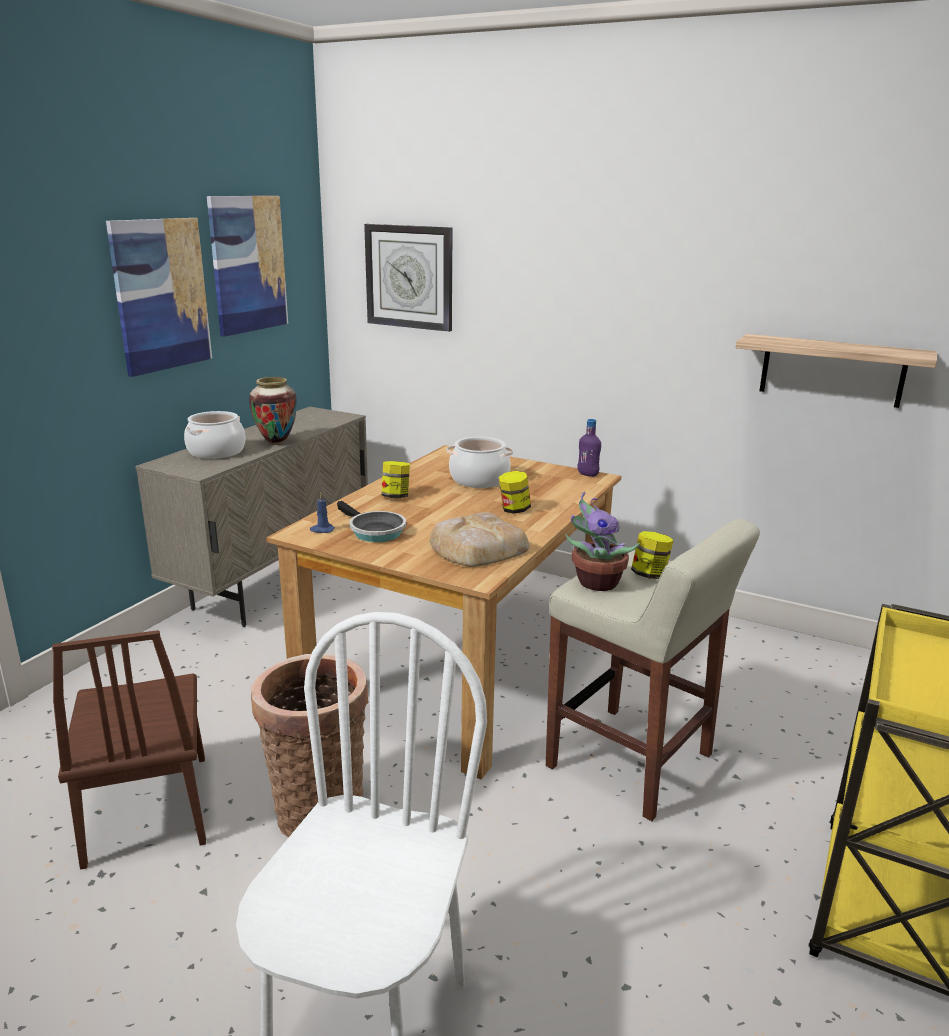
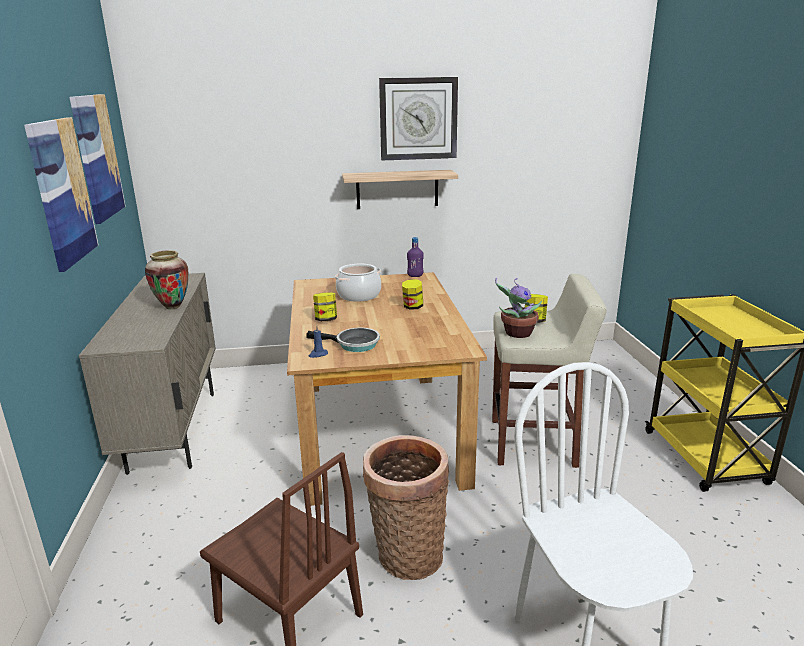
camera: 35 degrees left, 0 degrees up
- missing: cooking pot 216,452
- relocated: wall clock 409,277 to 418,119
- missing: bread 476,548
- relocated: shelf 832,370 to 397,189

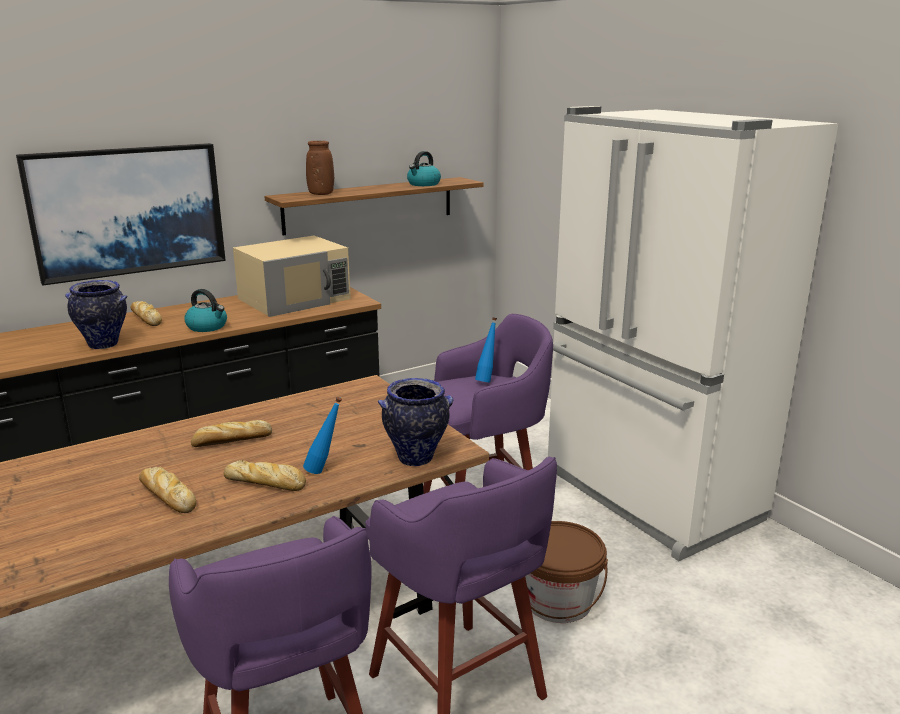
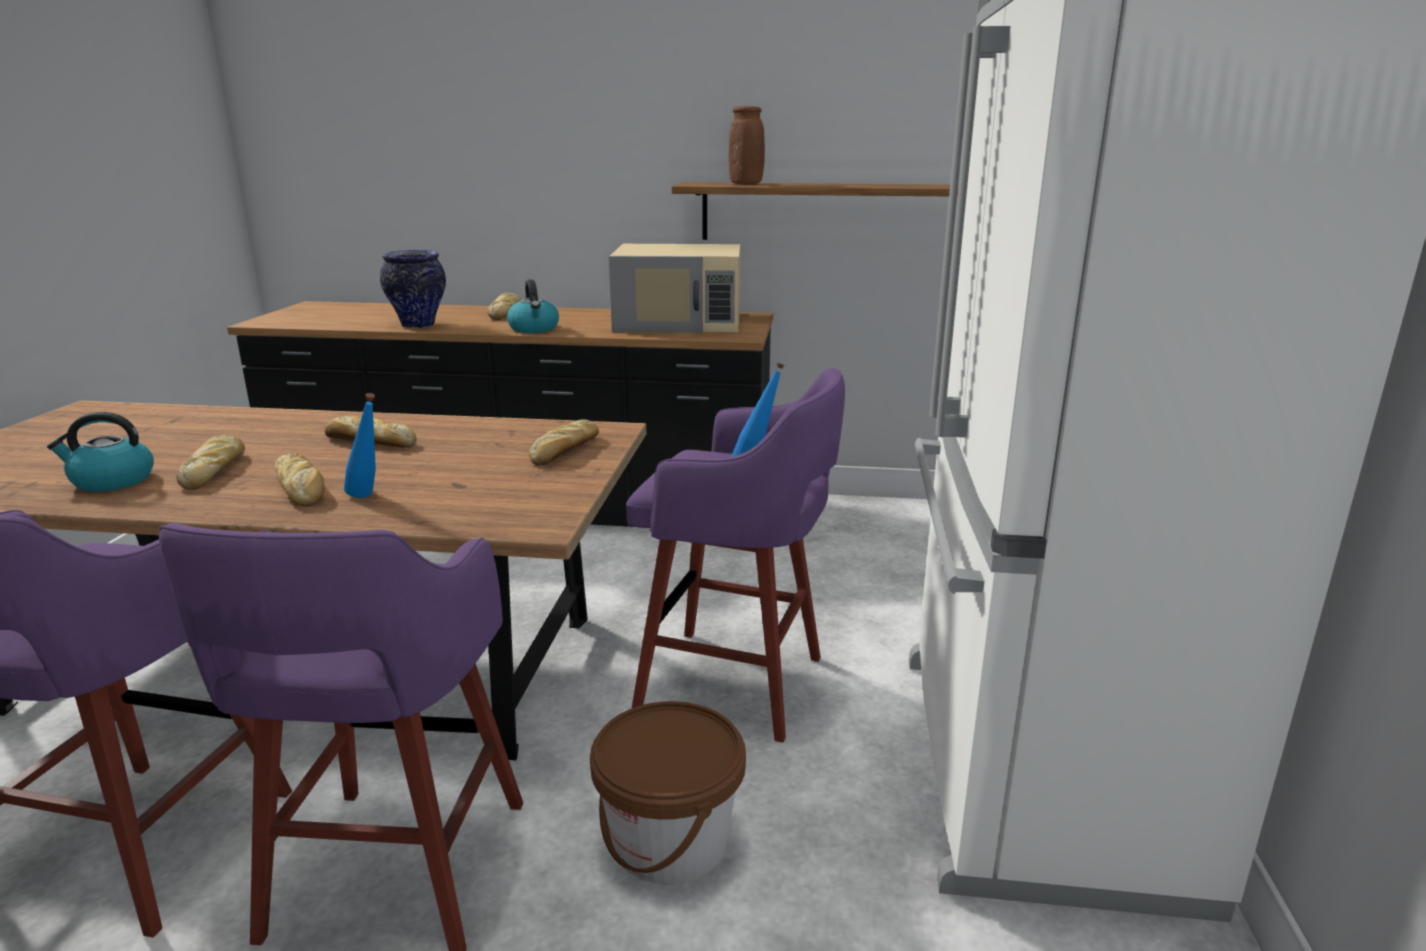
camera: 40 degrees right, 0 degrees up
- missing: picture 127,211
- missing: vase 416,458
- relocated: kettle 423,184 to 111,481
- appeared: bread 565,451

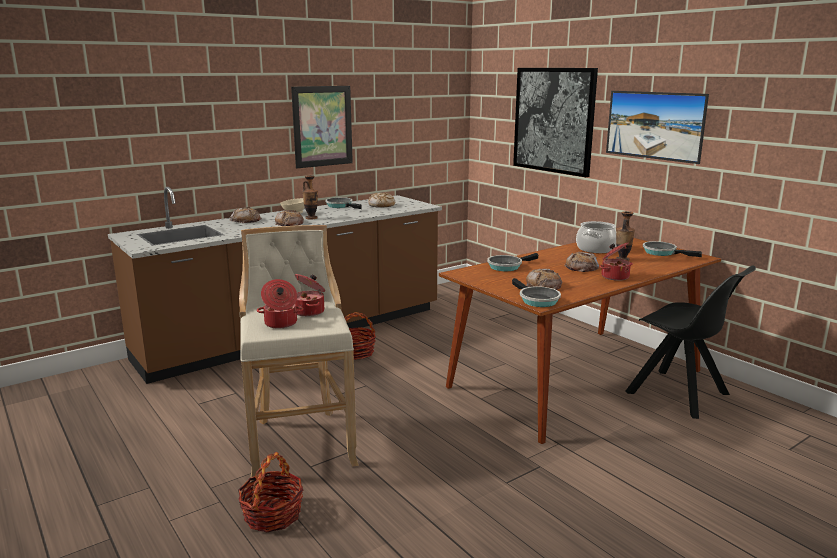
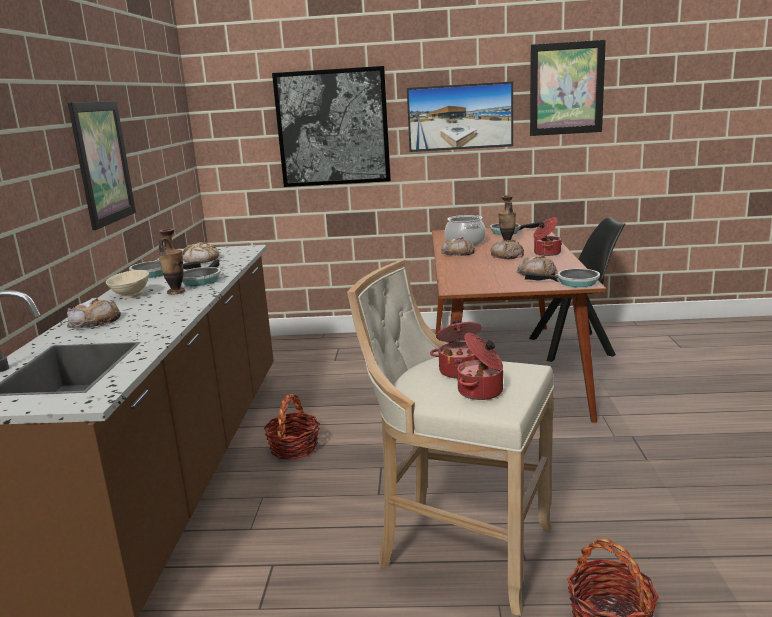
camera: 50 degrees left, 0 degrees up
- relocated: bread 289,223 to 458,253
- relocated: frying pan 506,266 to 201,280
- appeared: picture 566,88

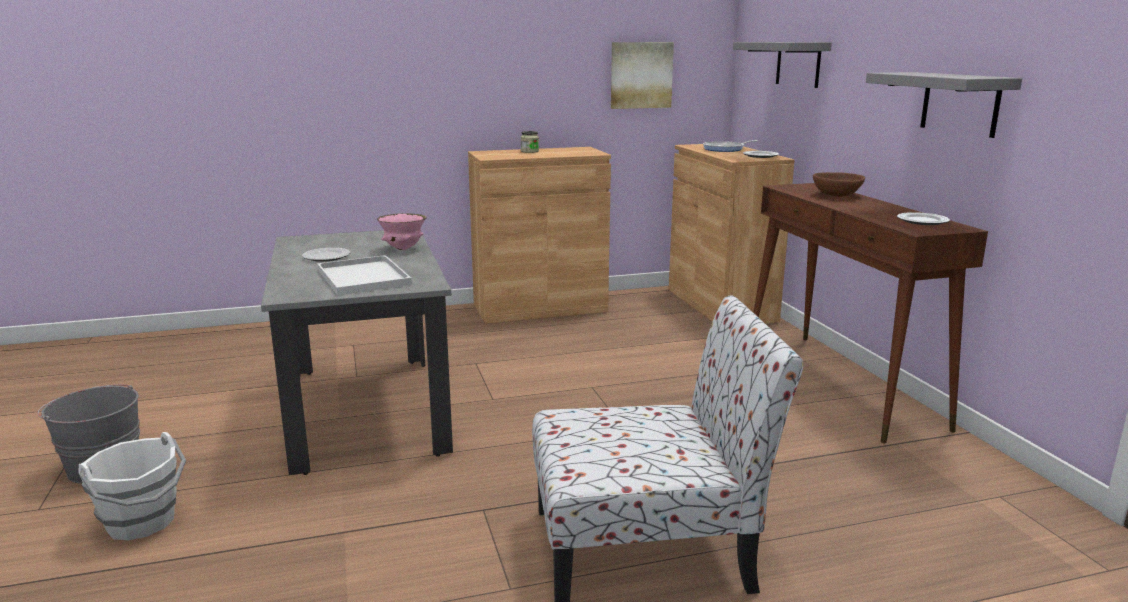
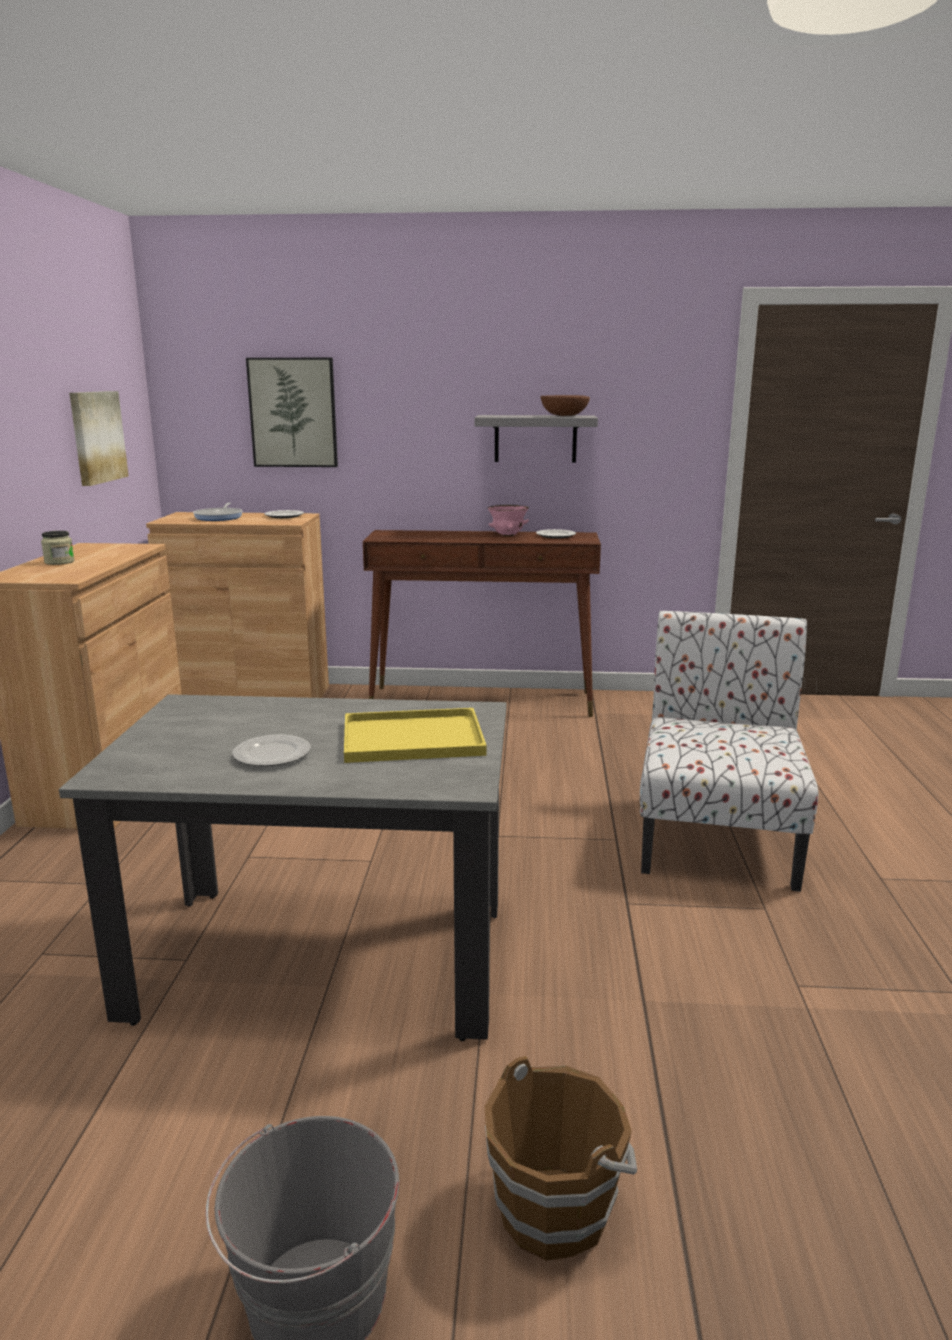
camera: 70 degrees left, 0 degrees up
- colour: white bucket 142,522 to brown bucket 556,1209
- colour: white tray 361,276 to yellow tray 410,739
- relocated: pink bowl 403,249 to 508,535
- exchanged: grey shelf 798,64 to picture 293,413
- relocated: brown bowl 837,195 to 564,415

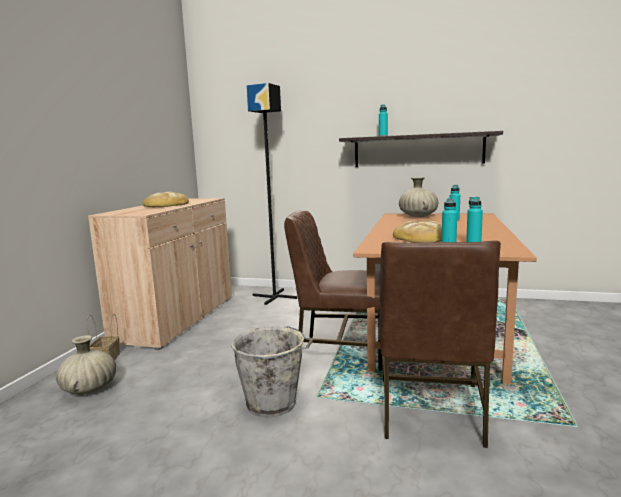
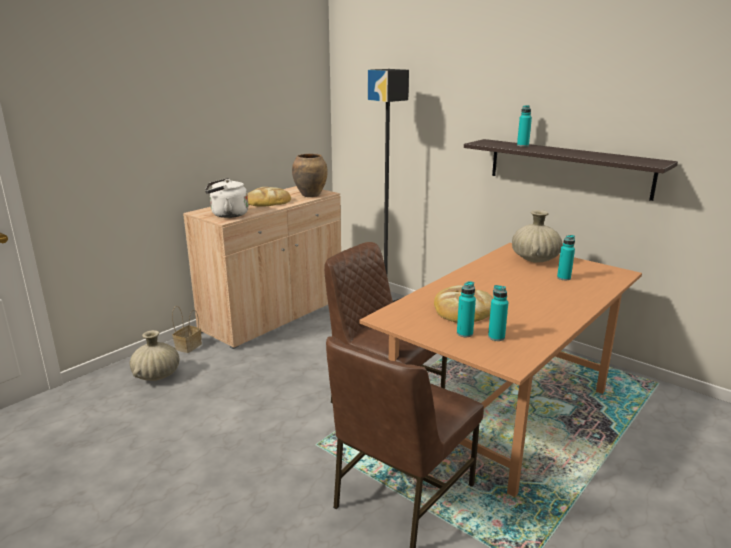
camera: 25 degrees right, 10 degrees up
- missing: grey bucket 273,404
- appeared: white kettle 227,215
- appeared: brown vase 311,195

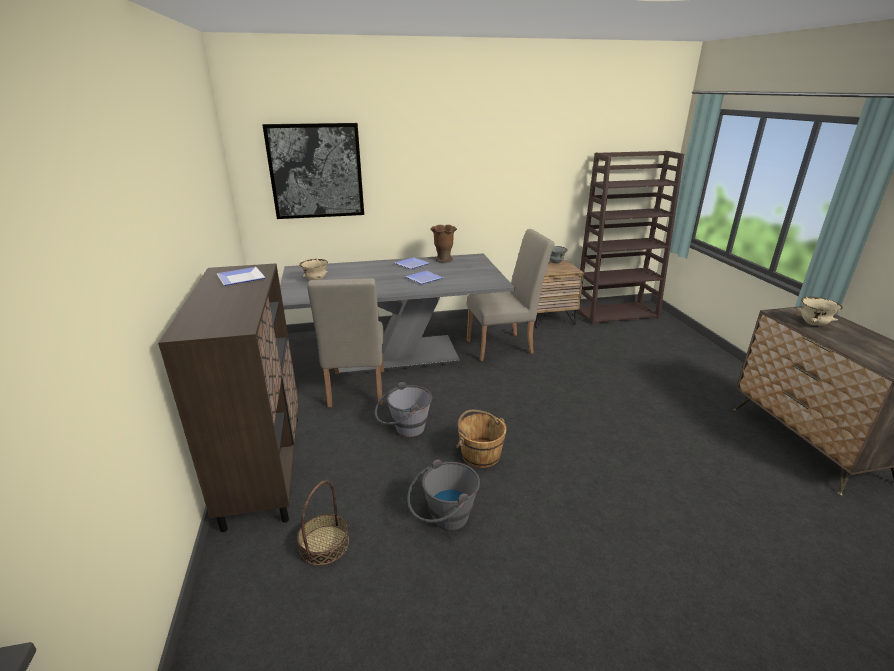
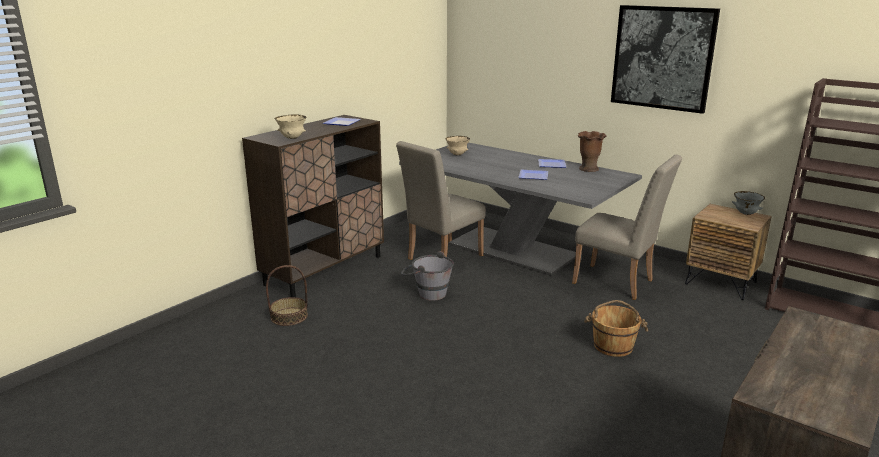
camera: 50 degrees right, 5 degrees down
- relocated: picture 316,171 to 662,58
- missing: grey bucket 443,519
- relocated: brown bucket 480,454 to 613,345
- relocated: beige bowl 813,324 to 292,138

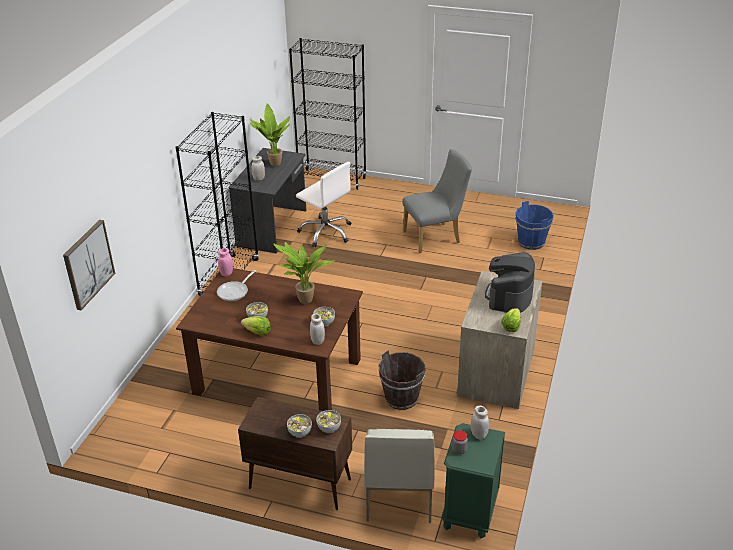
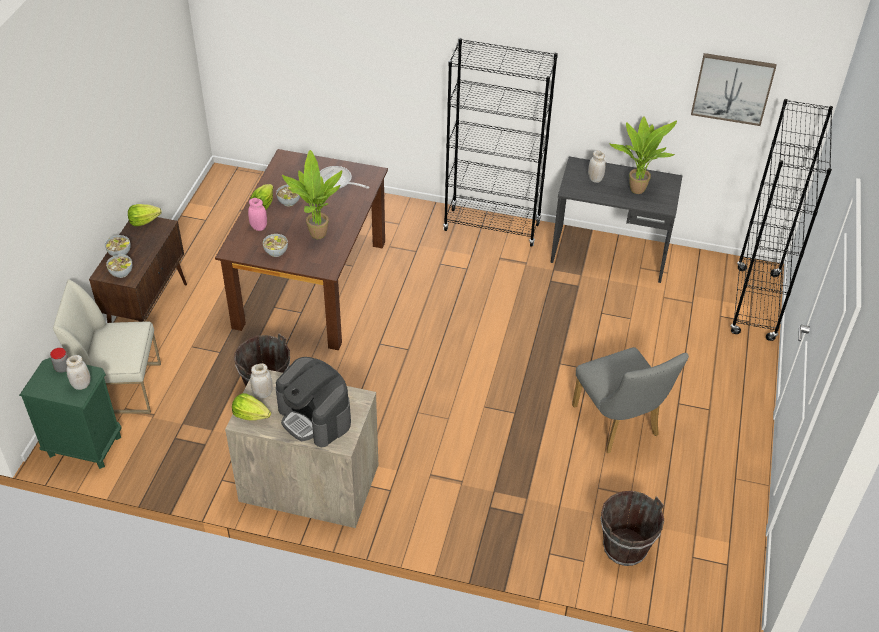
camera: 85 degrees right, 10 degrees up
- relocated: picture 88,264 to 732,88
- relocated: pink jar 226,273 to 258,227
- missing: white office chair 326,232
- relocated: white jar 317,341 to 262,393
- spun: coffee machine 509,296 = 315,417 150 degrees counterclockwise
- colour: blue bucket 531,242 to brown bucket 625,547
- appeared: lettuce 144,221

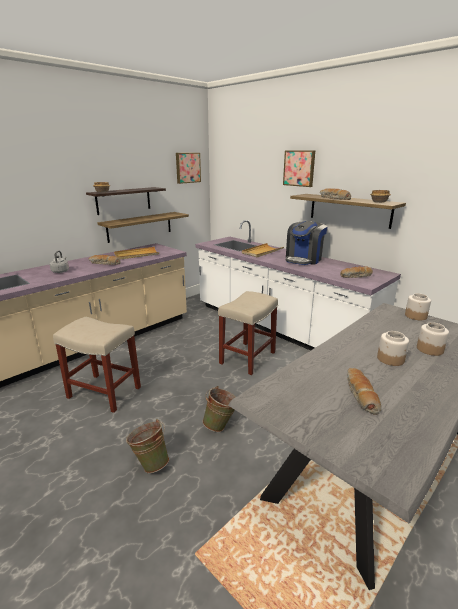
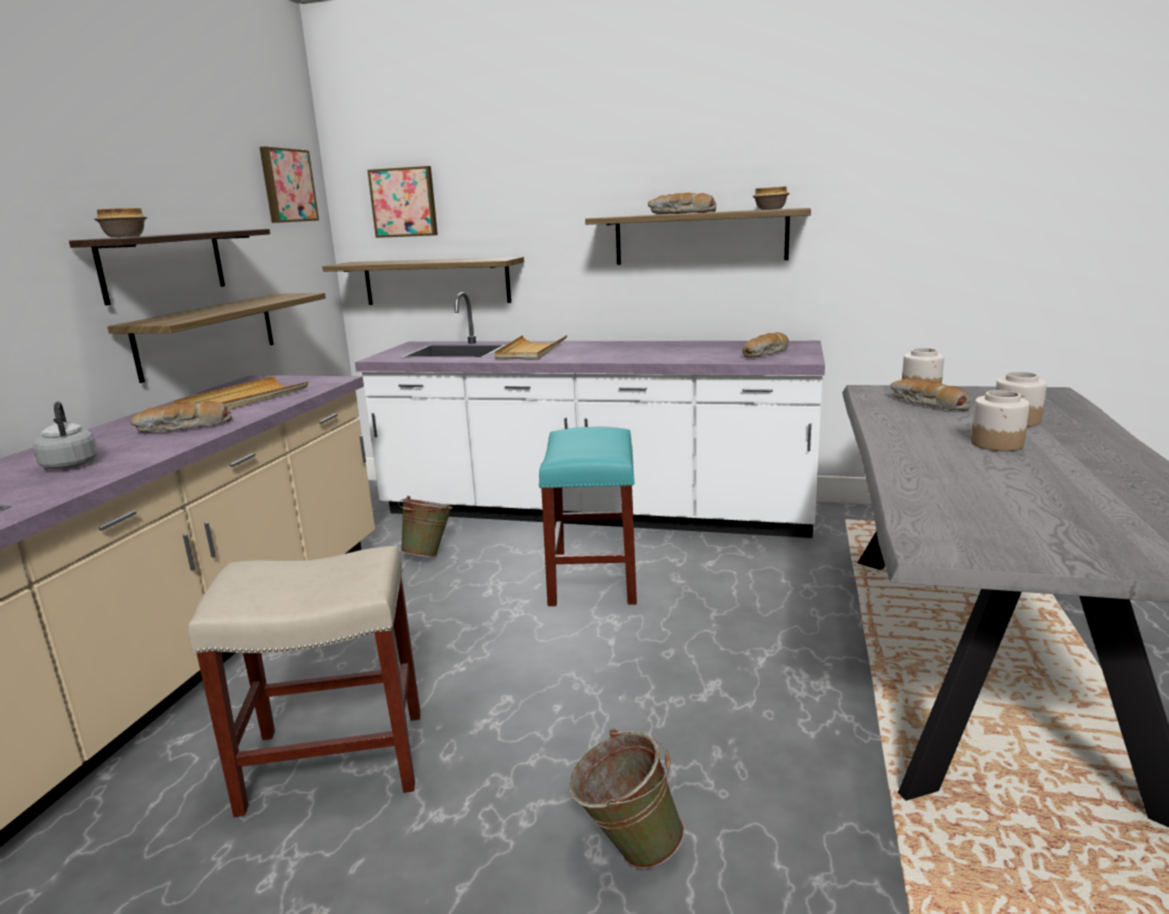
camera: 30 degrees left, 5 degrees down
- relocated: green bucket 221,425 to 429,554
- colour: beige stool 247,358 to turquoise stool 594,579
- relocated: picture 299,168 to 404,202
- missing: coffee machine 304,259
- relocated: bread 360,395 to 927,404
- appeared: shelf 436,281

